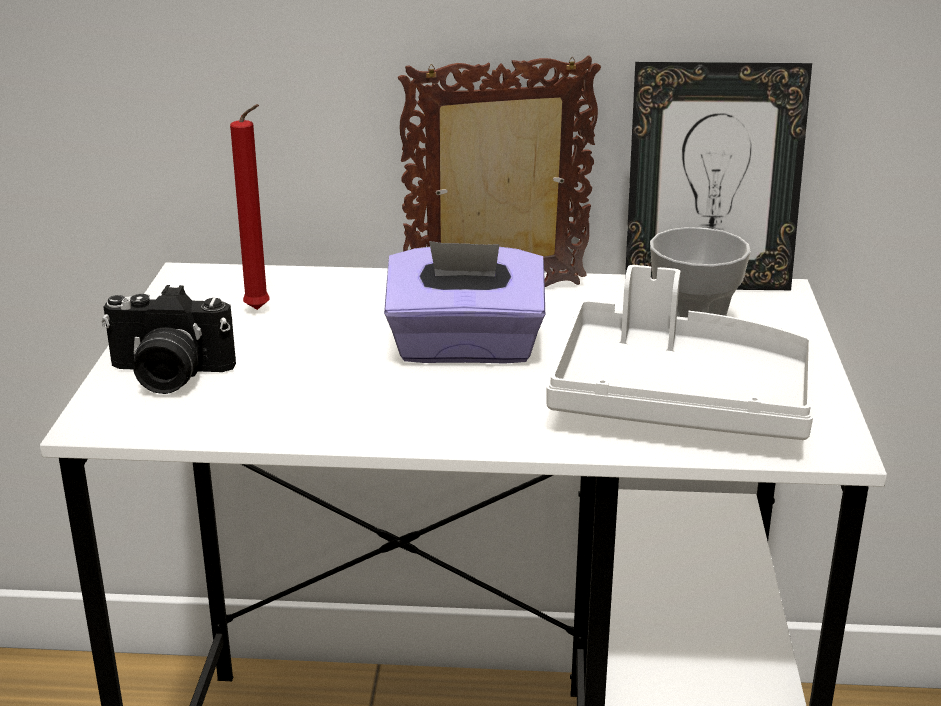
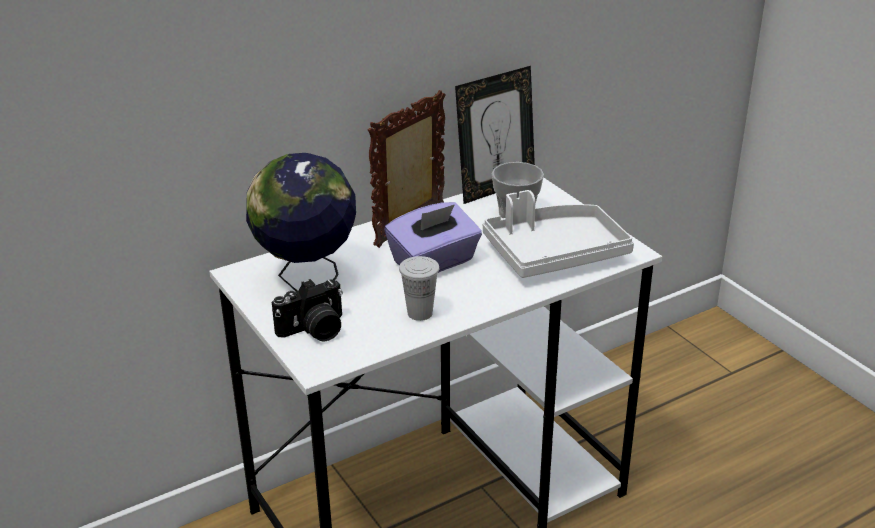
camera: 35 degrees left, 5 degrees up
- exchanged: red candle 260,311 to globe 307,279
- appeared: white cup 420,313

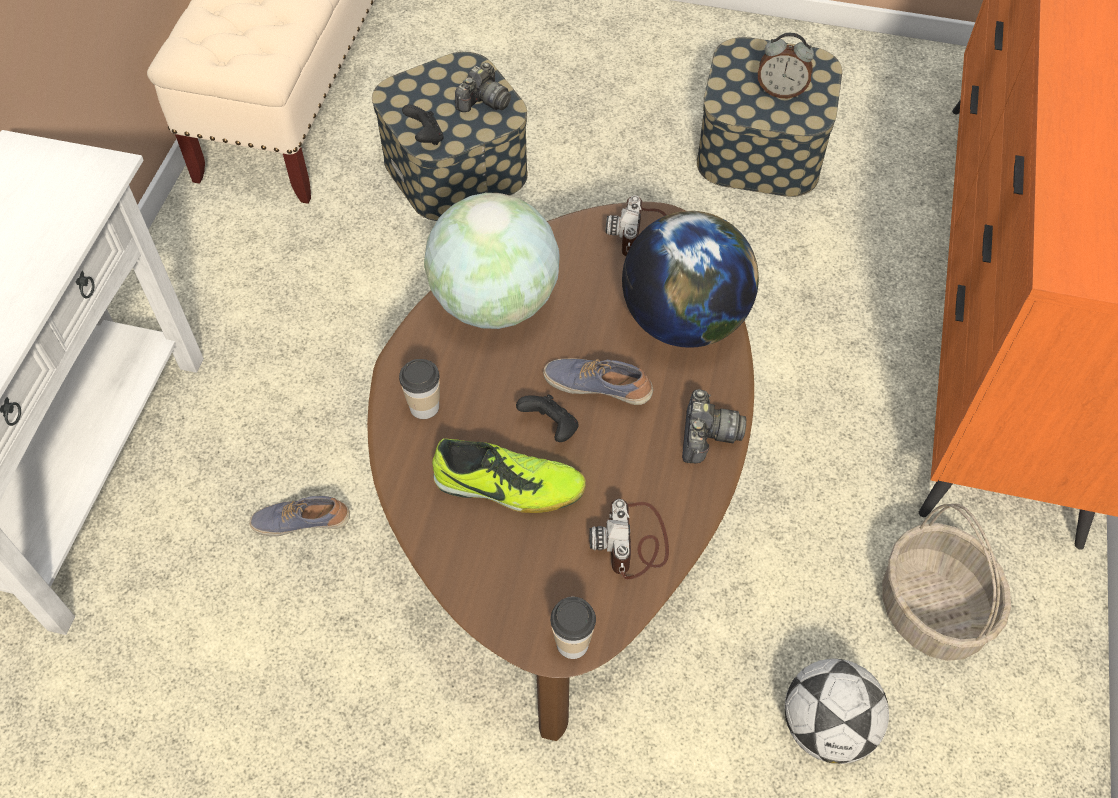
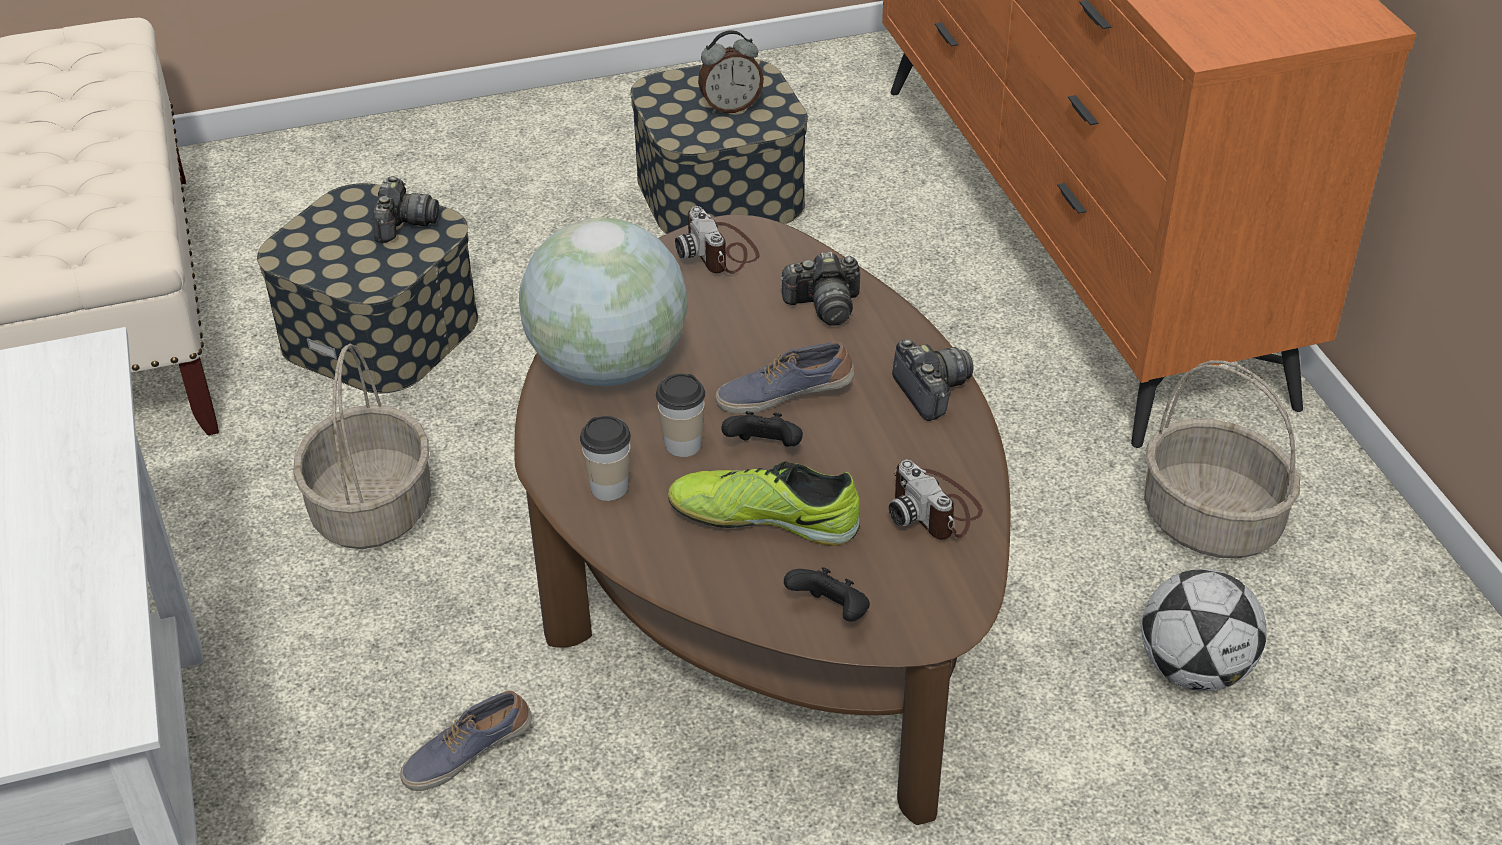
camera: 30 degrees left, 15 degrees down
- relocated: black game controller 425,137 to 831,613
- spun: shoe 508,487 = 764,518 150 degrees counterclockwise
- relocated: cup 572,643 to 682,444
- exchanged: globe 684,320 to photo camera 824,306
- appeared: basket 373,511

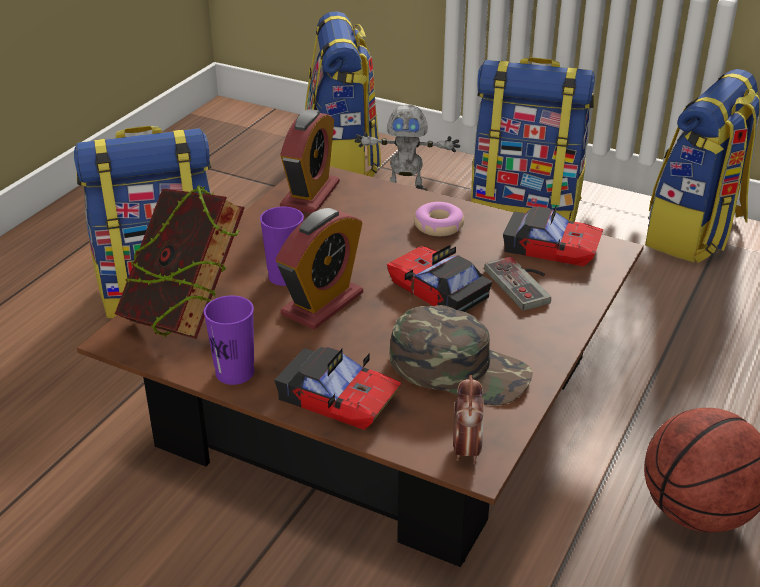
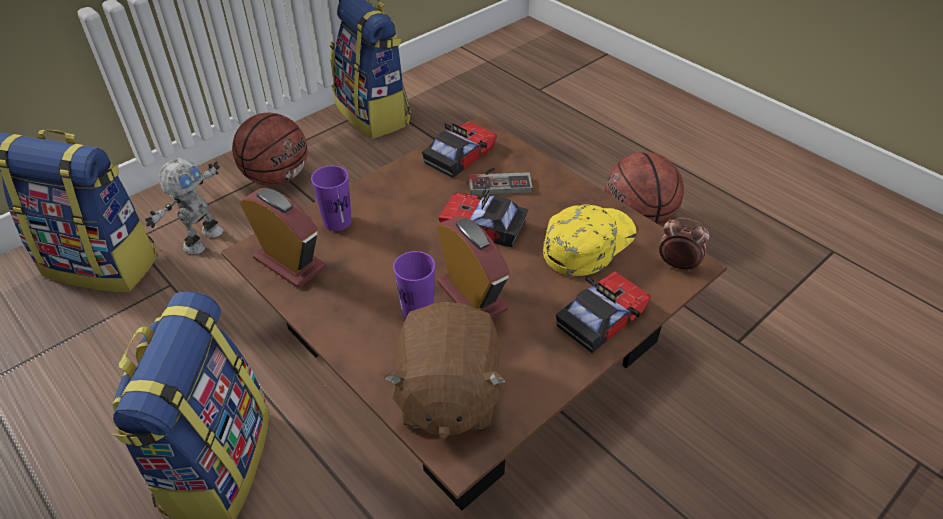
camera: 70 degrees left, 10 degrees up
- exchanged: book 186,317 to brown plush toy 447,395
- relocated: purple cup 235,373 to 337,221
- spun: toy car 438,288 = 483,225 45 degrees clockwise
- colour: green cap 459,368 to yellow cap 588,242
- missing: donut 438,226
- exchanged: backpack 526,208 to basketball 277,177

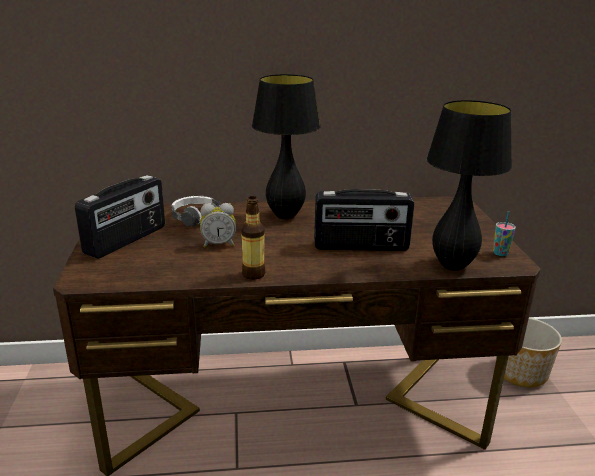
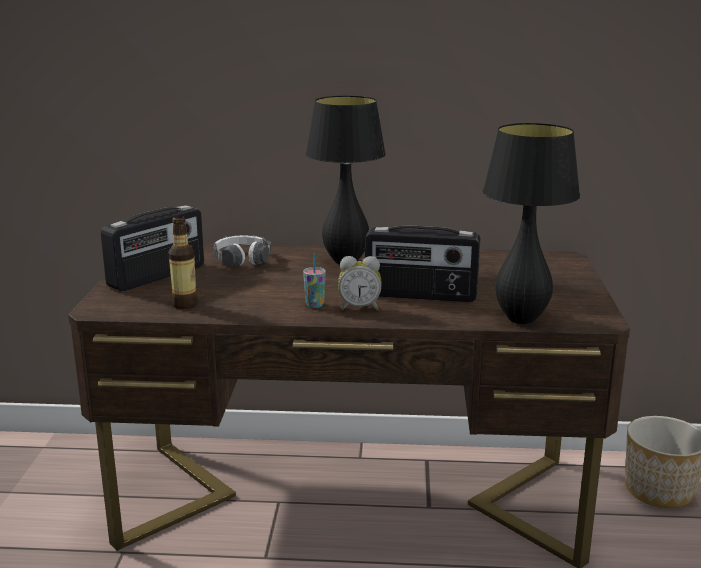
camera: 10 degrees right, 5 degrees down
- relocated: alarm clock 218,244 to 359,308
- relocated: bottle 253,274 to 185,304
- relocated: cup 500,253 to 314,305

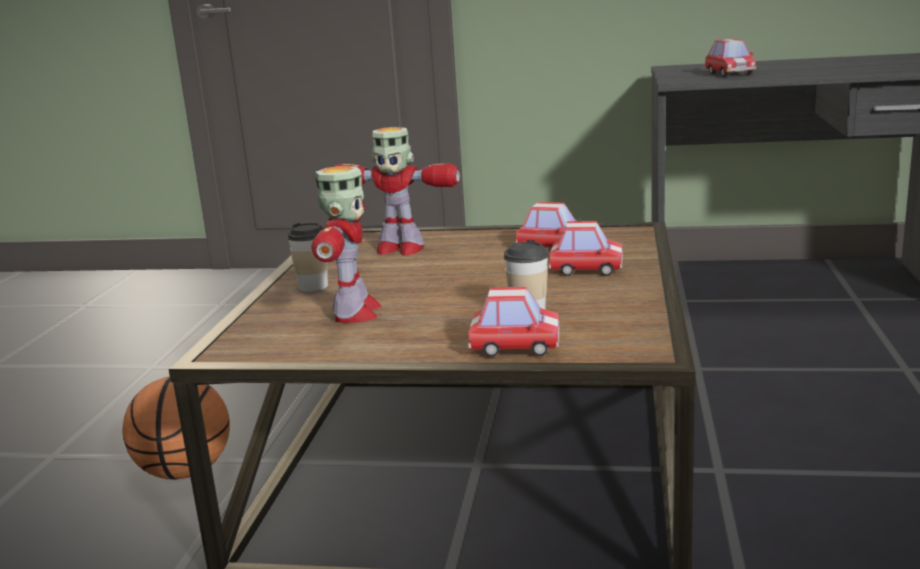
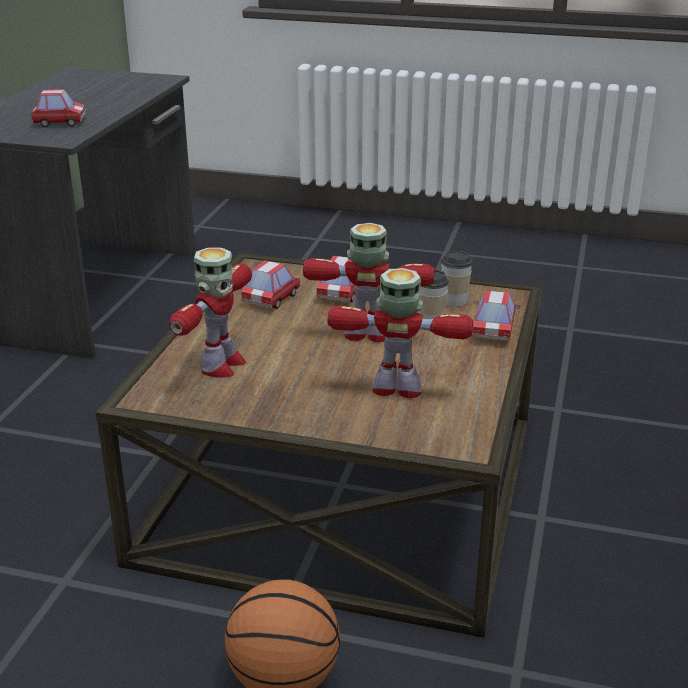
camera: 85 degrees left, 10 degrees up
- relocated: cup 313,286 to 454,301
- appeared: toy robot 368,335

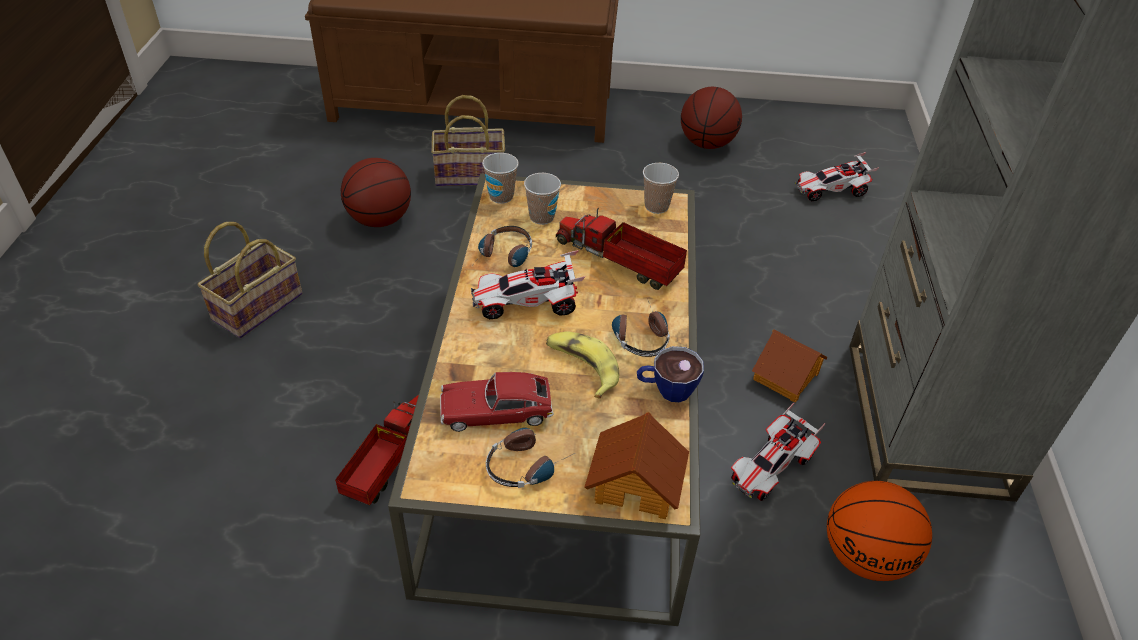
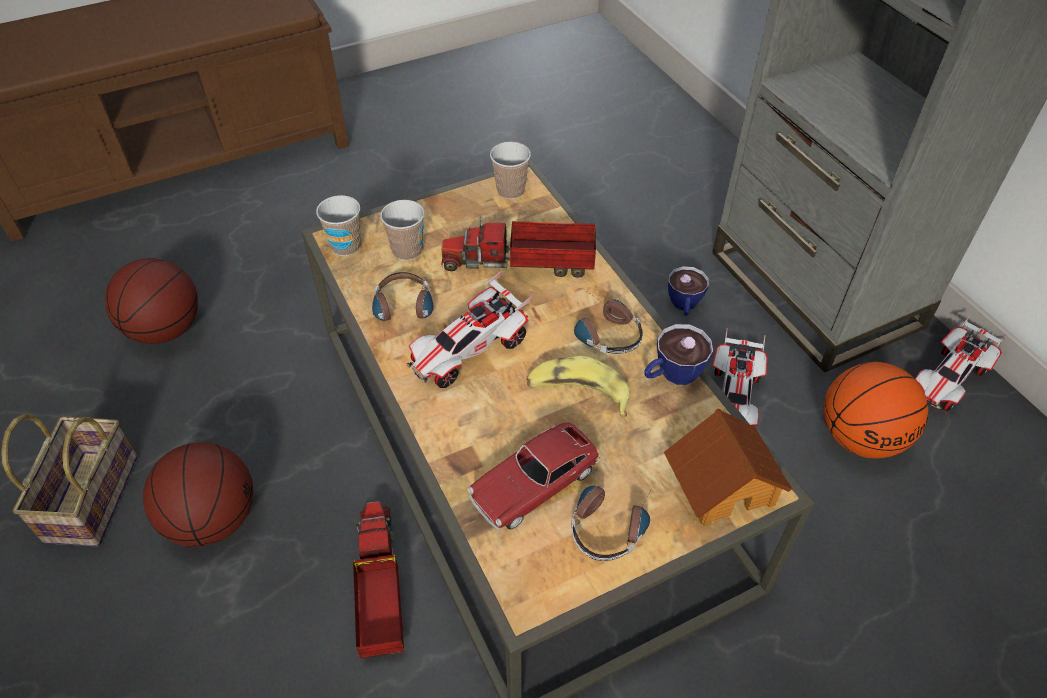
camera: 30 degrees left, 5 degrees up
- missing: basket 472,174
- relocated: basketball 707,144 to 213,520
- exchanged: toy house 787,376 to cup 684,306
- relocated: toy car 831,191 to 948,380

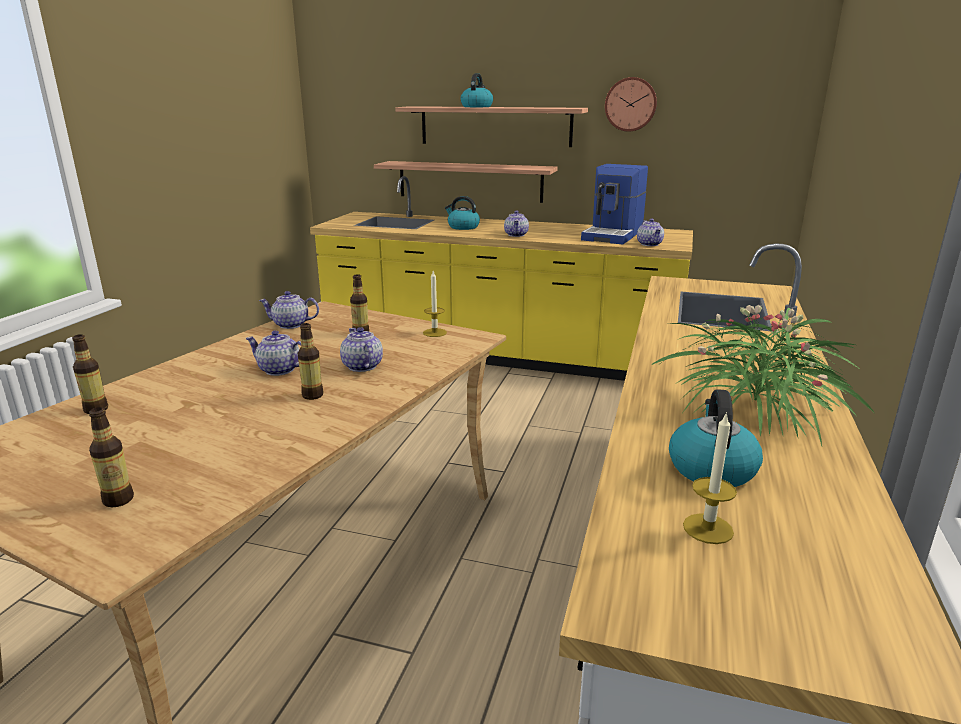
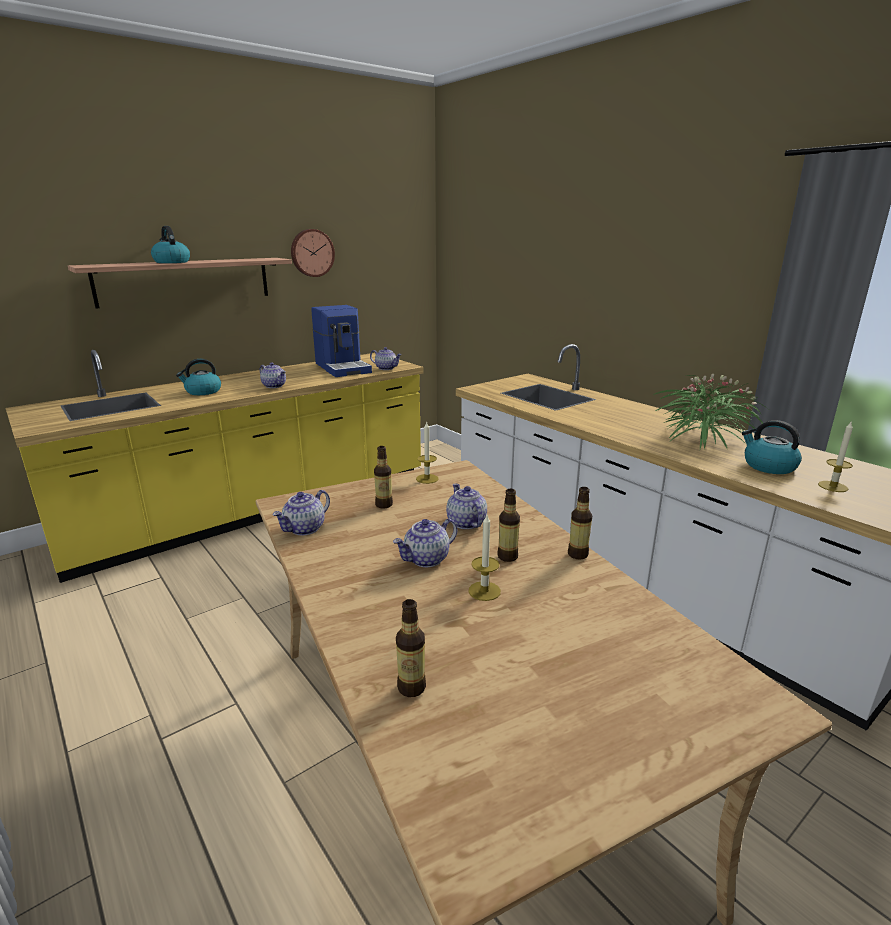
camera: 55 degrees left, 0 degrees up
- relocated: bottle 118,500 to 577,554
- spun: teapot 361,366 = 465,522 60 degrees clockwise
- missing: shelf 470,181
- appeared: candle 484,591

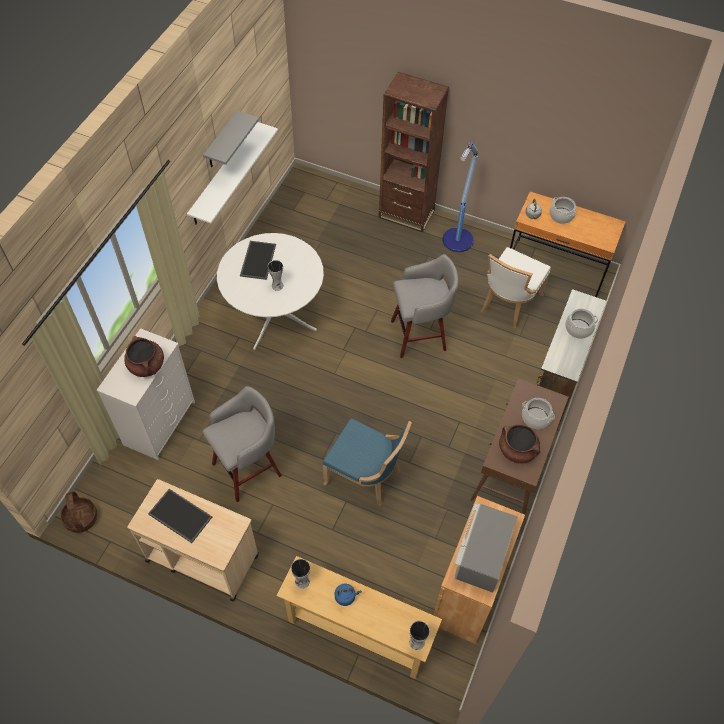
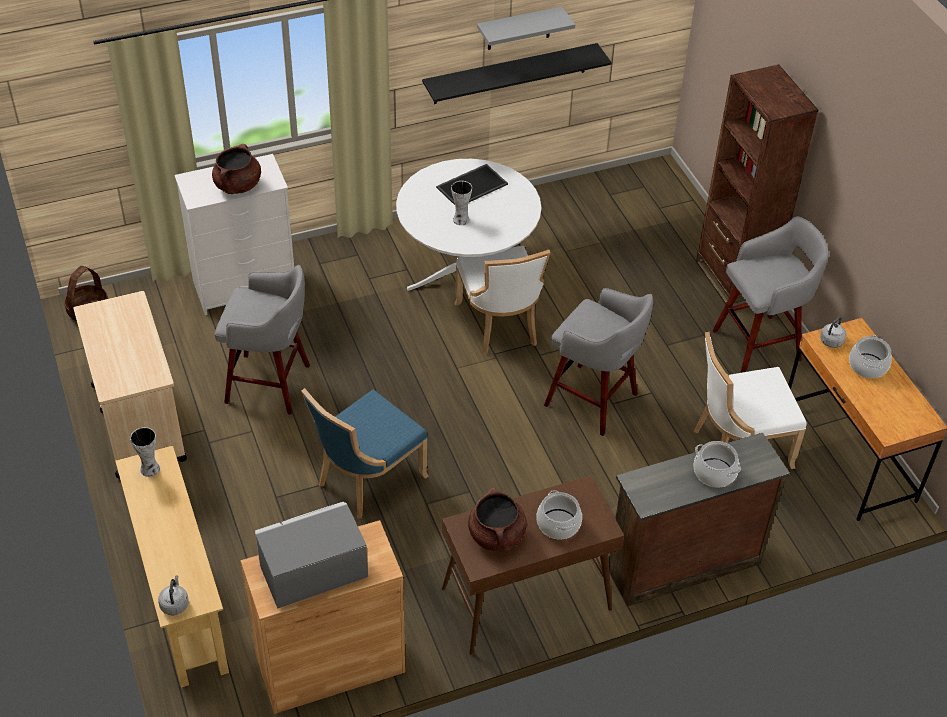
camera: 45 degrees right, 10 degrees down
- missing: tray 179,516
- colour: white shelf 223,174 to black shelf 510,74
- spun: blue chair 366,476 = 367,480 60 degrees clockwise
- missing: blue kettle 346,596
- exchanged: vase 416,642 to grey kettle 175,604
- exchanged: floor lamp 457,241 to grey stool 759,344
- appeared: white chair 500,326

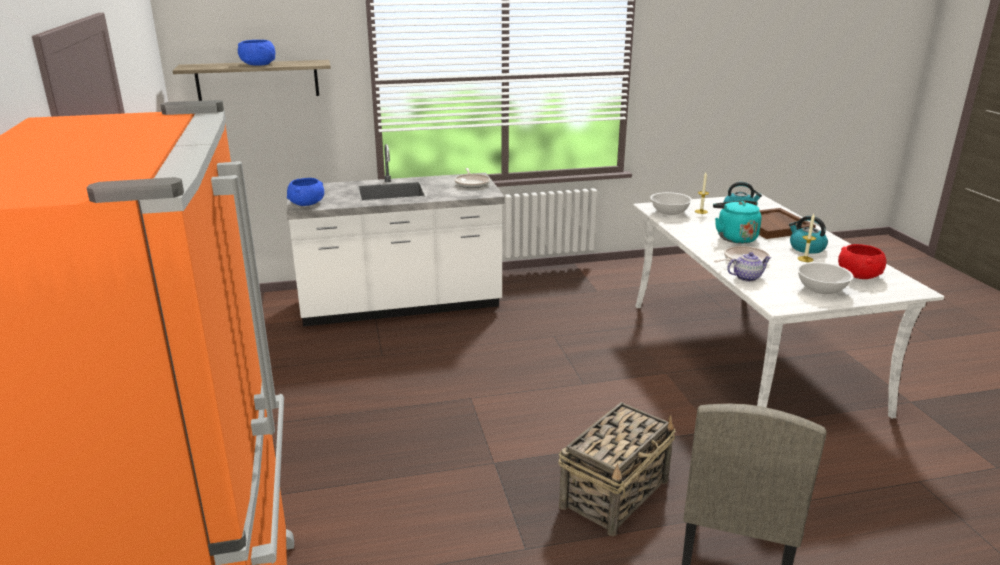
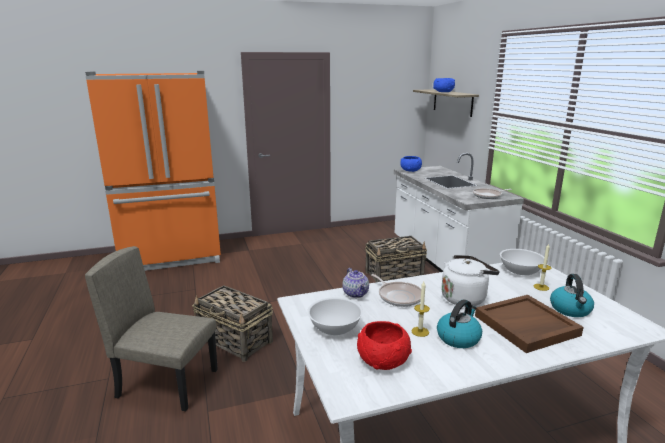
camera: 85 degrees right, 5 degrees down
- colour: turquoise kettle 734,237 to white kettle 465,298
- appeared: basket 395,275

